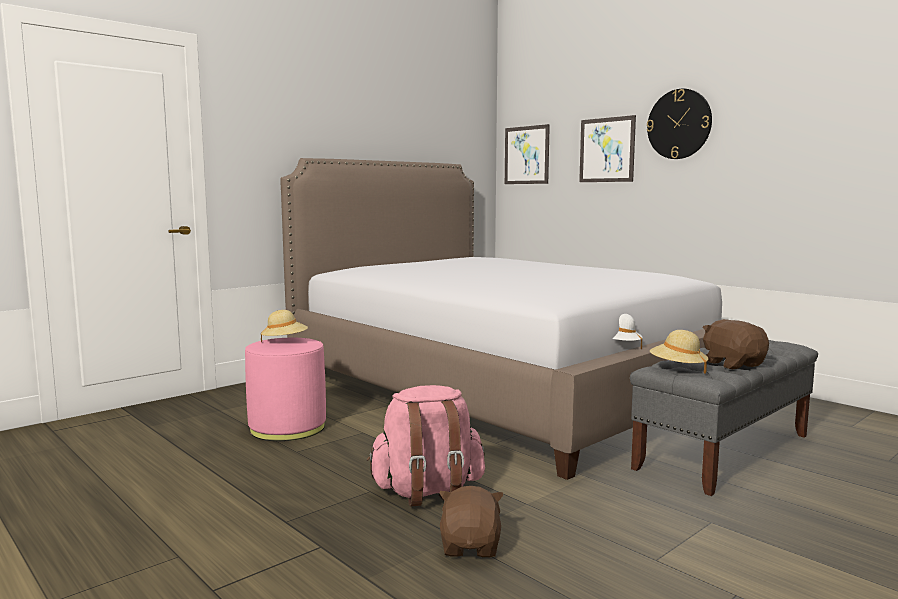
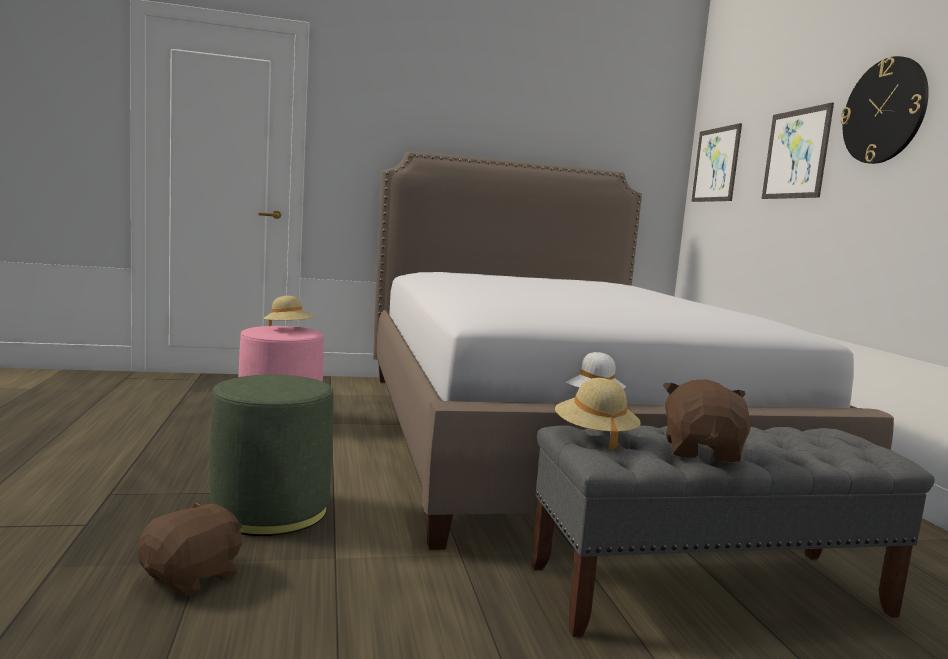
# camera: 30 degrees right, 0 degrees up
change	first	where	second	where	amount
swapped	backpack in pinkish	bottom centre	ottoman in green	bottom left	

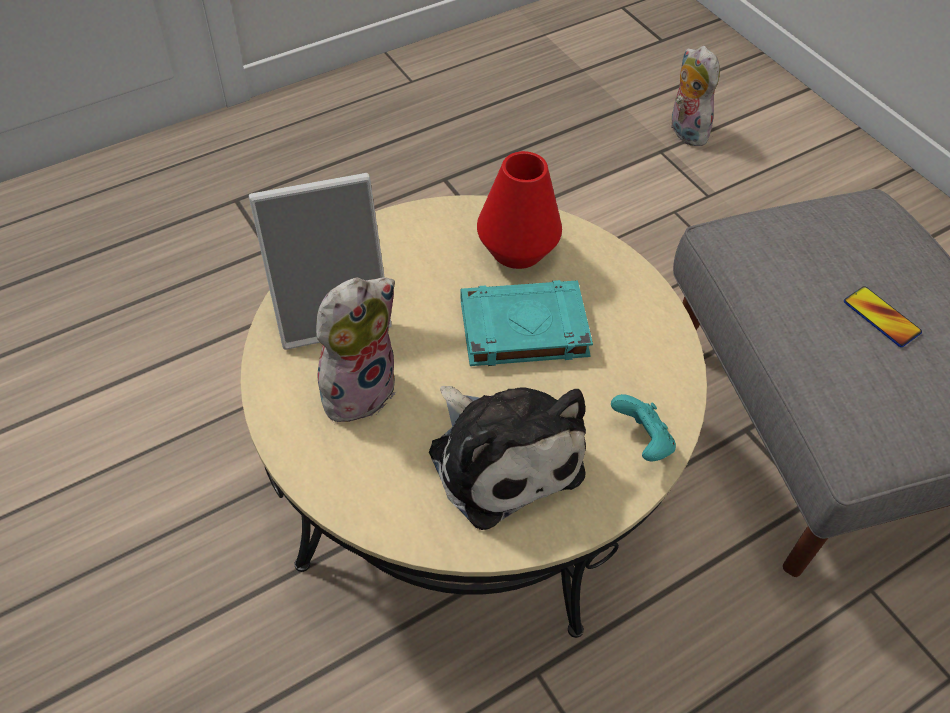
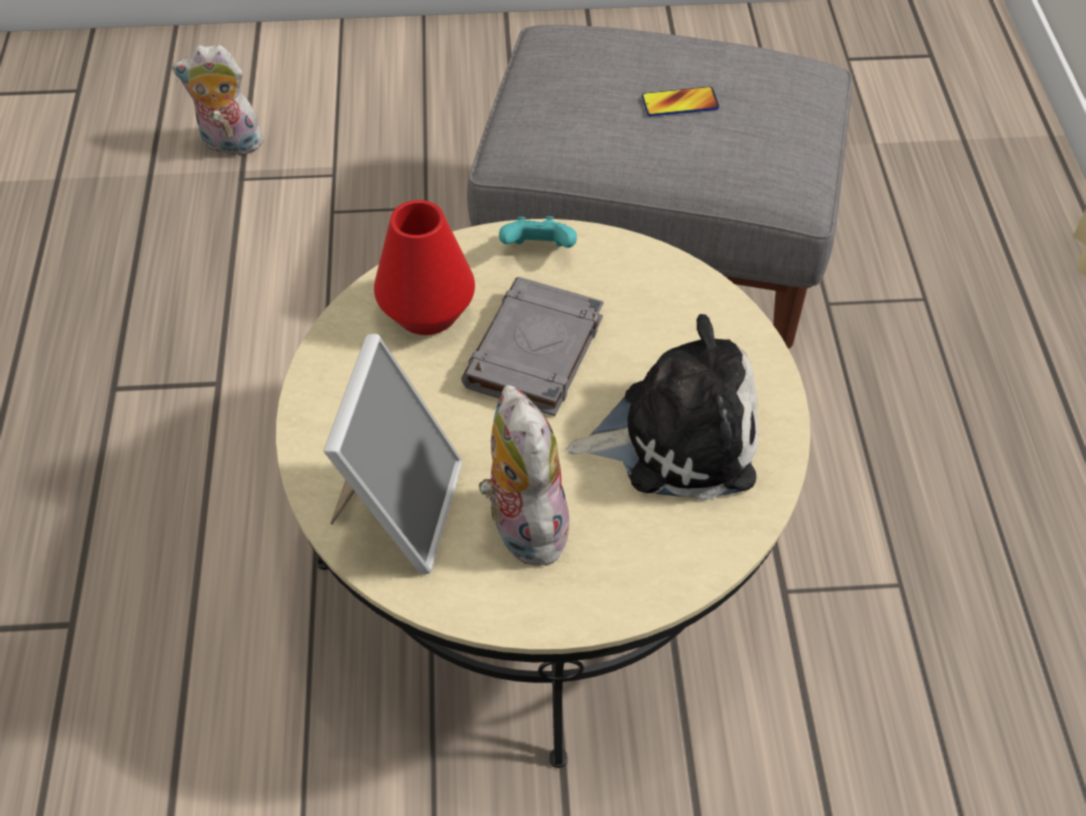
# camera: 60 degrees left, 0 degrees up
change	first	where	second	where	amount
shifted	game controller in blue-green	middle right		top centre	
repainted	volume in blue-green	centre	volume in grey	centre	

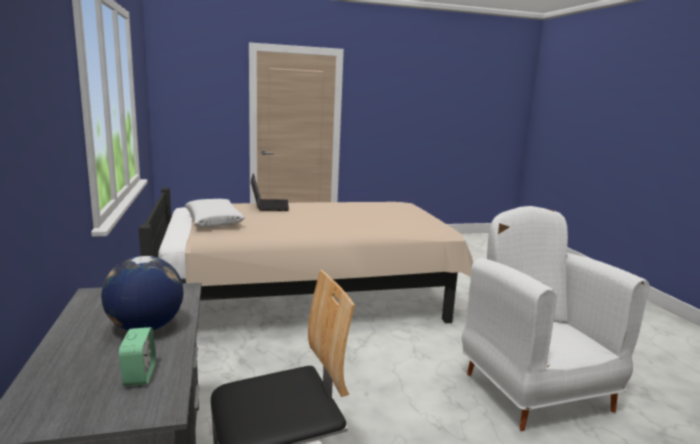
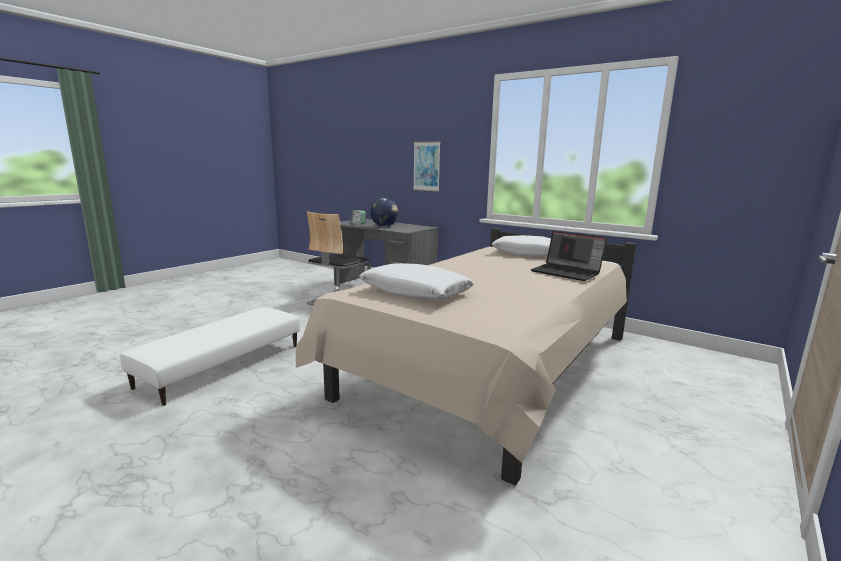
# camera: 140 degrees right, 0 degrees up
change	first	where	second	where	amount
new			cushion in whitish (no. 1 from left)	centre	
new			picture	top centre	
swapped	lounge chair in whitish	bottom right	ottoman in whitish	middle left	

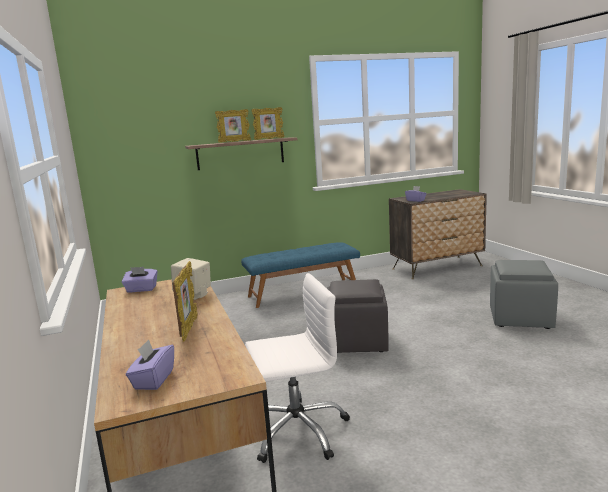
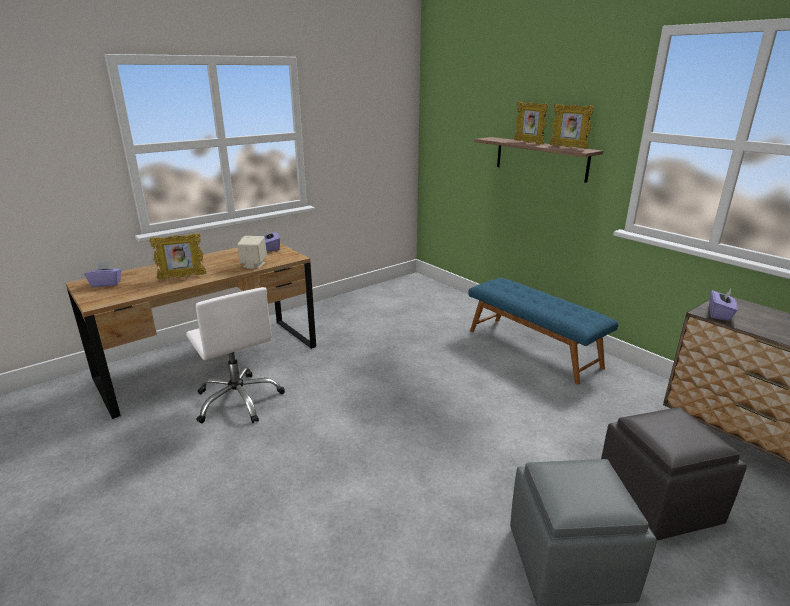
# camera: 70 degrees right, 10 degrees up
change	first	where	second	where	amount
shifted	ottoman in grey (no. 1 from left in the first image)	centre	ottoman in grey (no. 2 from left)	bottom right	

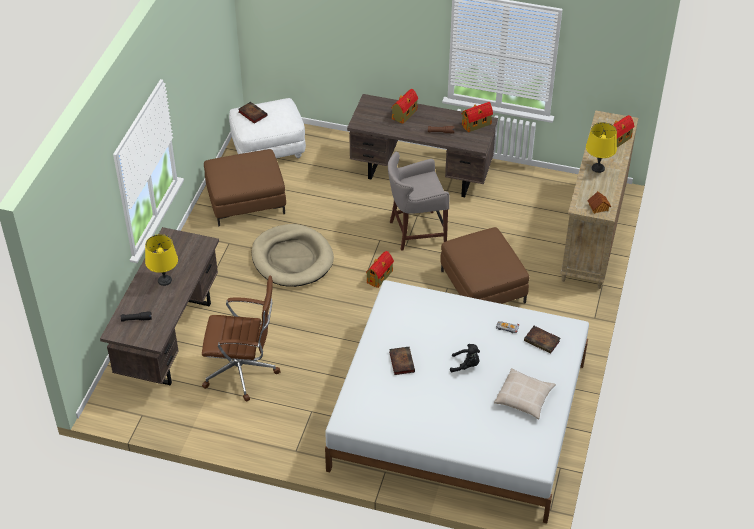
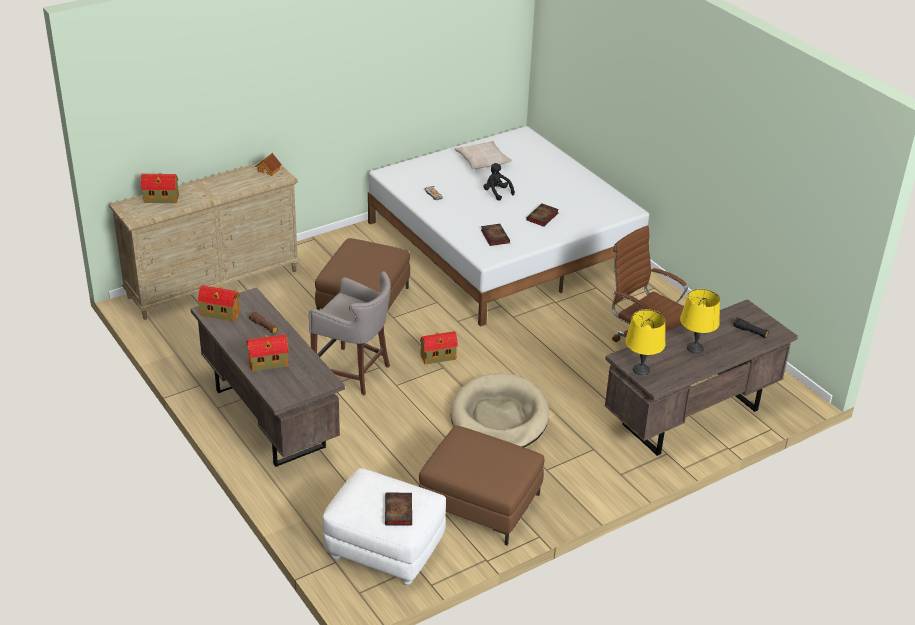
# camera: 140 degrees left, 10 degrees down
change	first	where	second	where	amount
shifted	volume (no. 3 from left in the first image)	middle right	volume (no. 2 from left)	centre	
shifted	table lamp in yellow (no. 2 from left in the first image)	top right	table lamp in yellow (no. 1 from left)	middle right	

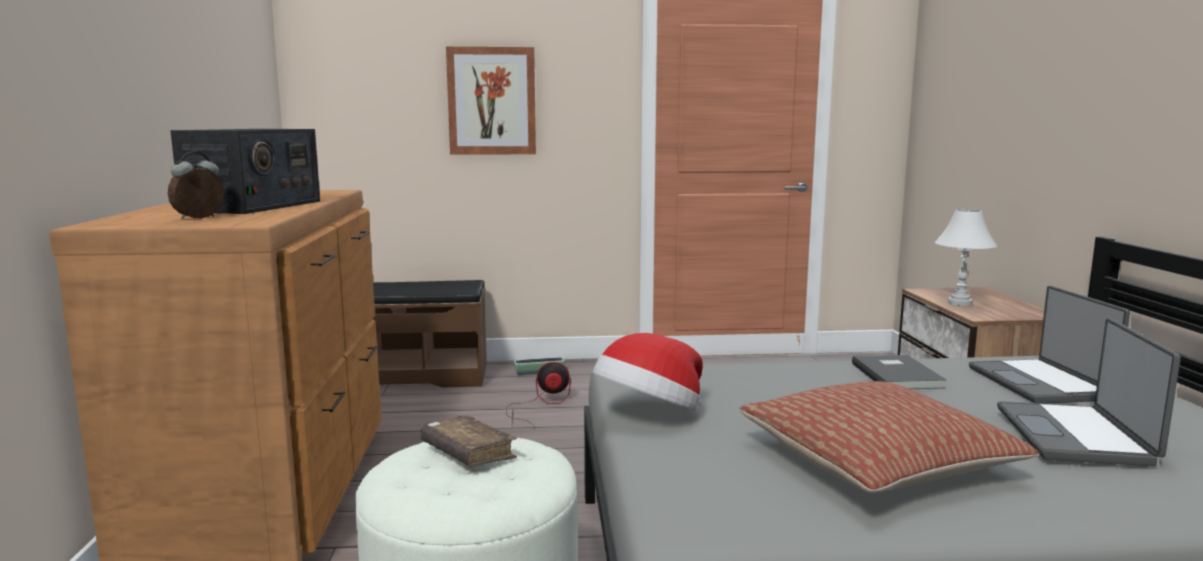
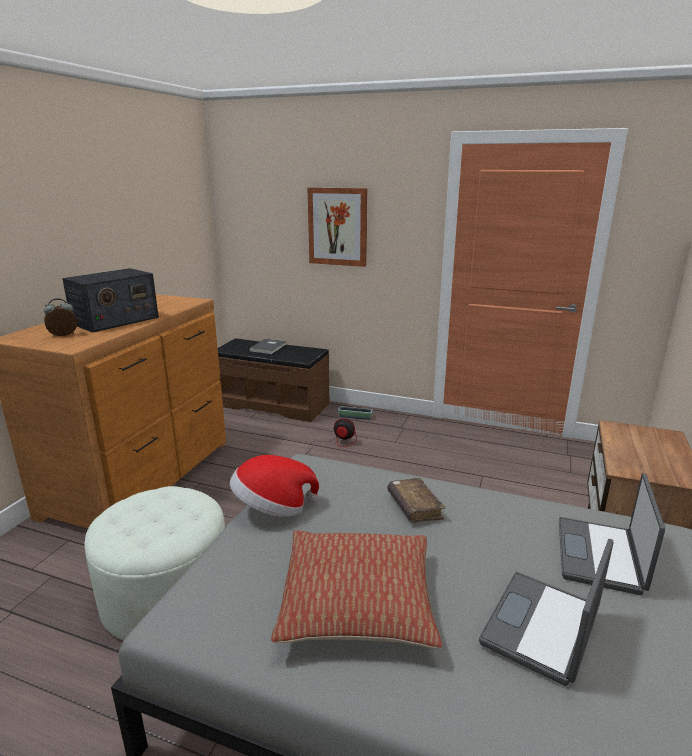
# camera: 25 degrees right, 10 degrees up
change	first	where	second	where	amount
gone	table lamp in whitish	middle right			
shifted	volume in brown-coloured	bottom centre		centre	
shifted	volume in grey	middle right		centre	

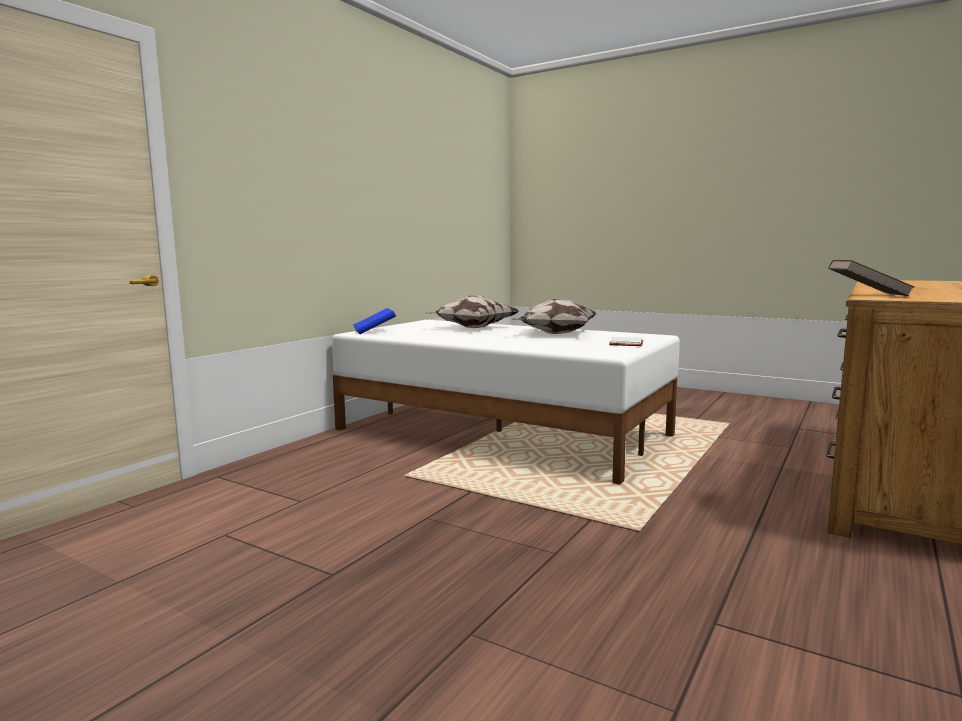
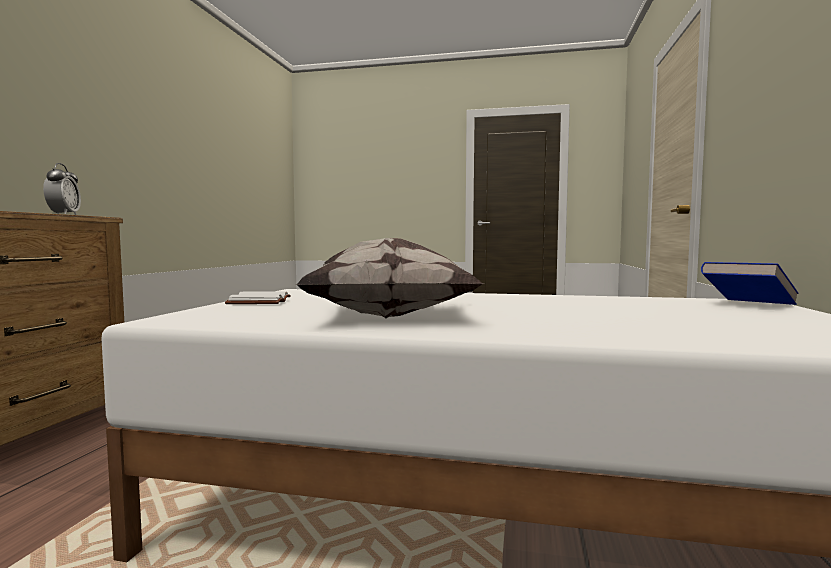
# camera: 160 degrees right, 5 degrees down
change	first	where	second	where	amount
gone	cushion (no. 1 from left)	centre			
swapped	volume in brown-coloured	middle right	bedside clock	top left	

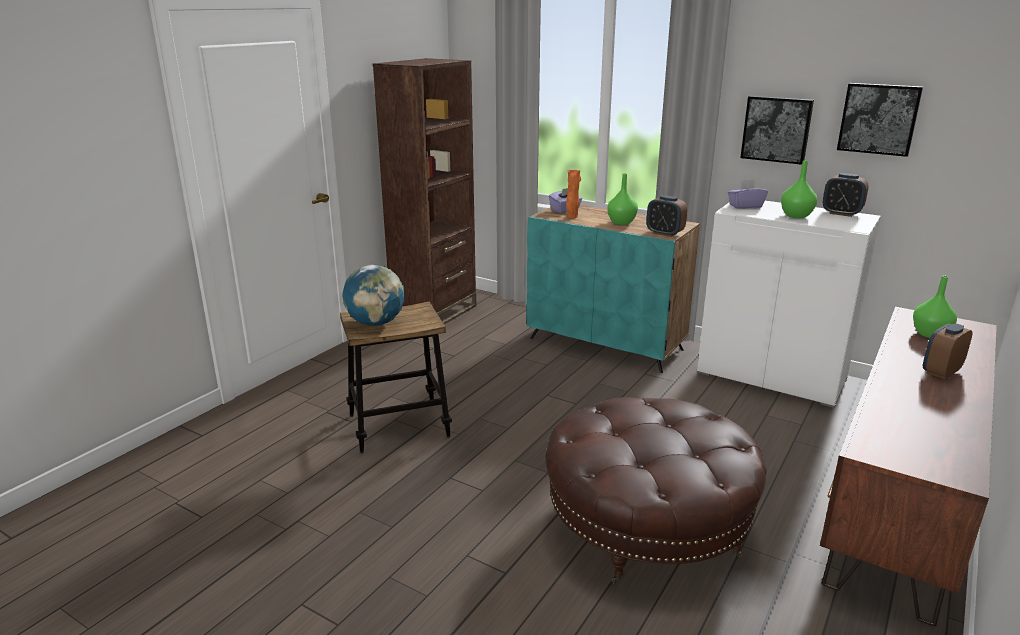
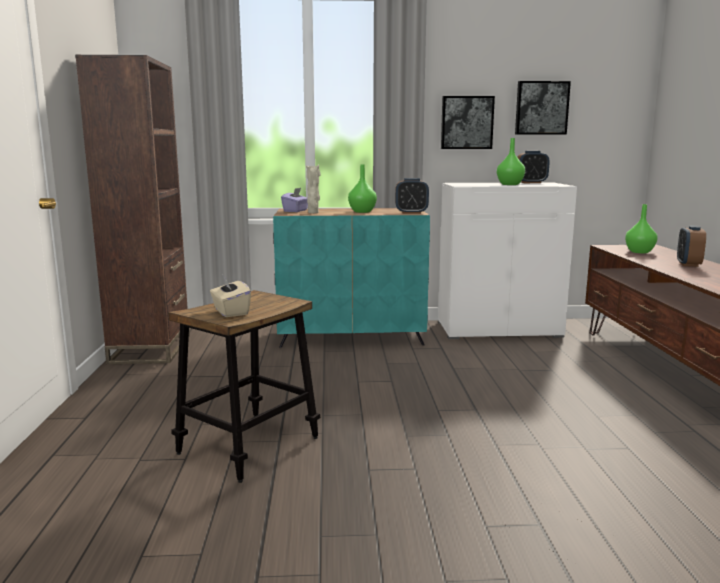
# camera: 35 degrees left, 10 degrees down
change	first	where	second	where	amount
gone	ottoman in brown-coloured	bottom centre			
gone	tissue box in purple-coloured (no. 2 from left)	top right			
swapped	globe	centre	tissue box in sand-coloured	middle left	
repainted	decorative vase in orange-coloured	top centre	decorative vase in sand-coloured	top centre	

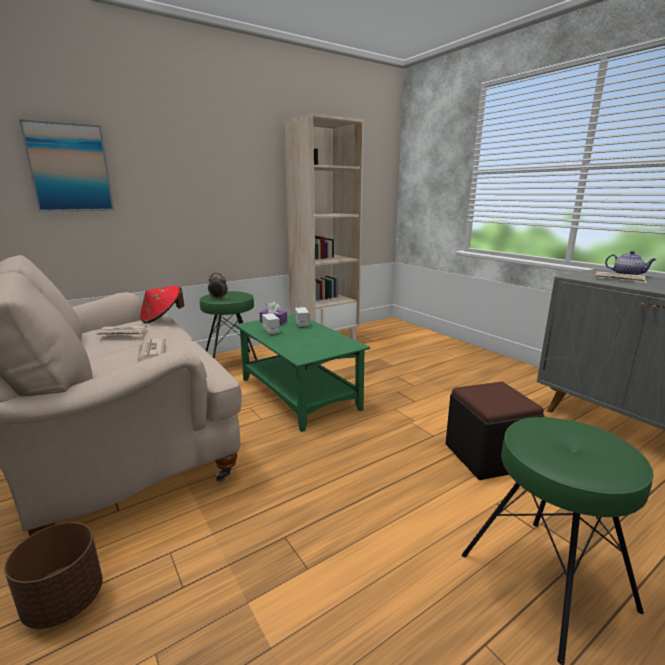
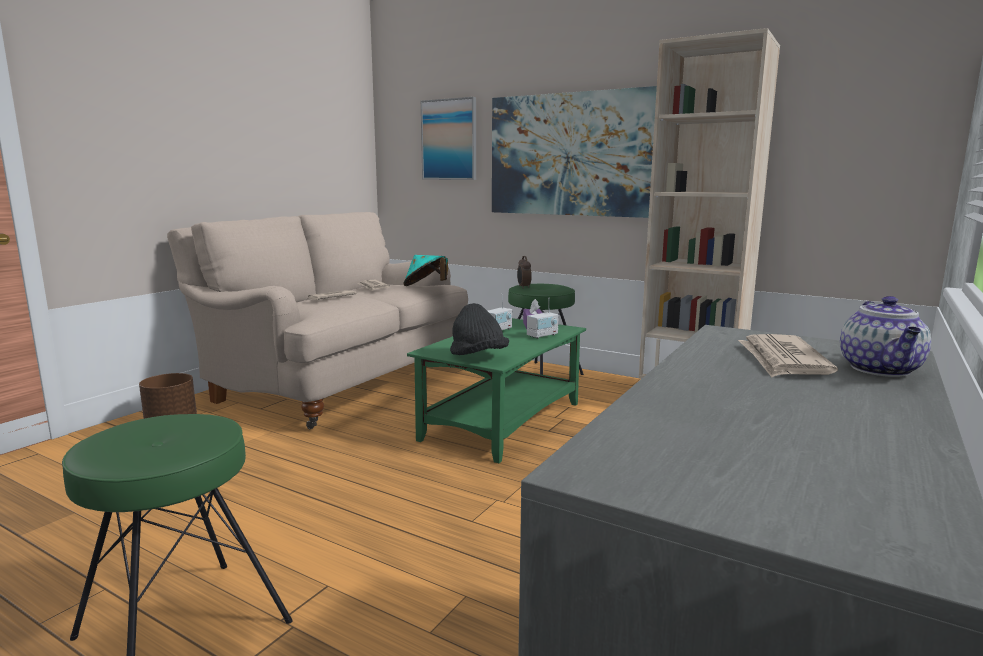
# camera: 65 degrees right, 5 degrees down
change	first	where	second	where	amount
gone	ottoman in black-coloured	middle right			
new			hat in black-coloured	centre	
new			picture (no. 2 from left)	top centre	
repainted	hat in reddish	middle left	hat in blue-green	centre	

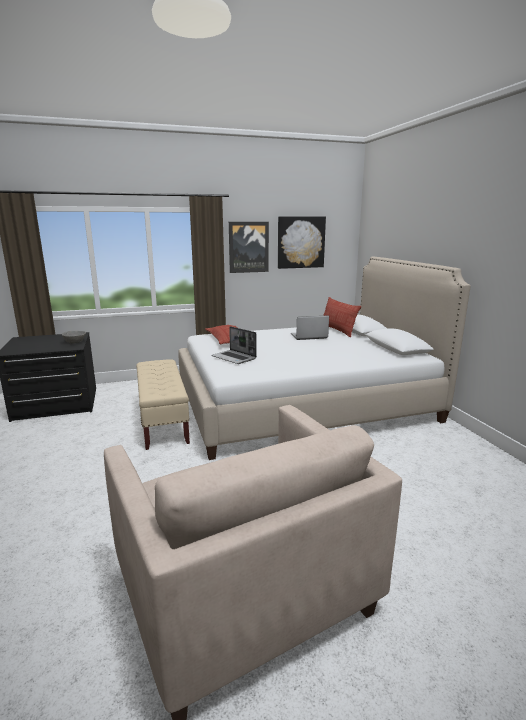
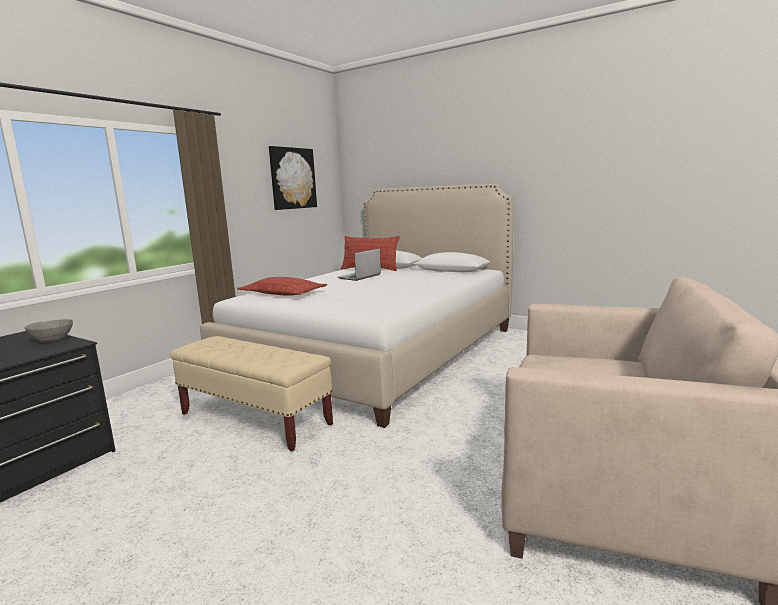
# camera: 40 degrees left, 5 degrees down
change	first	where	second	where	amount
gone	portable computer (no. 1 from left)	centre			
gone	picture (no. 1 from left)	centre			

